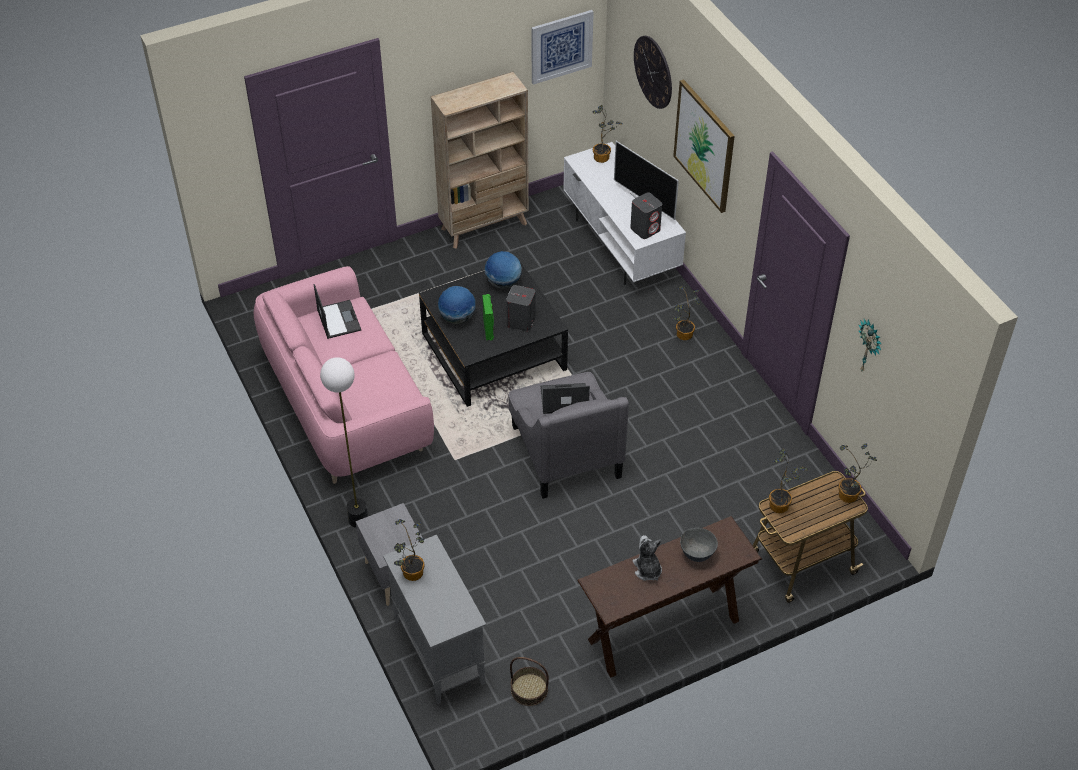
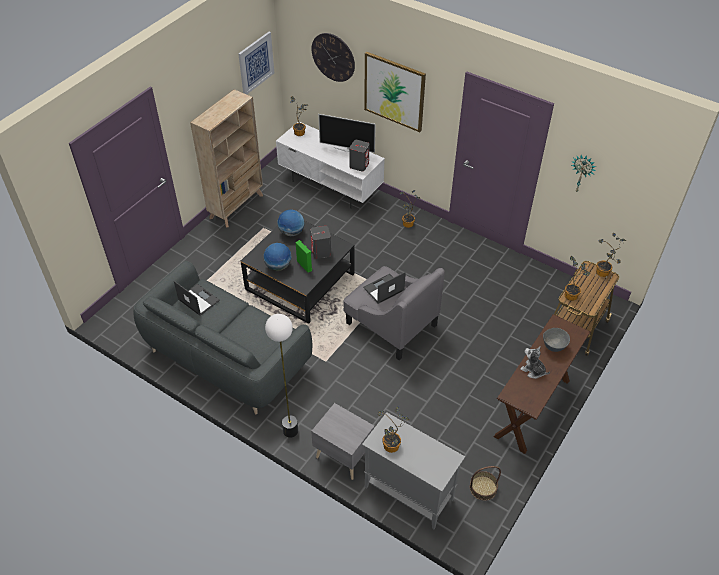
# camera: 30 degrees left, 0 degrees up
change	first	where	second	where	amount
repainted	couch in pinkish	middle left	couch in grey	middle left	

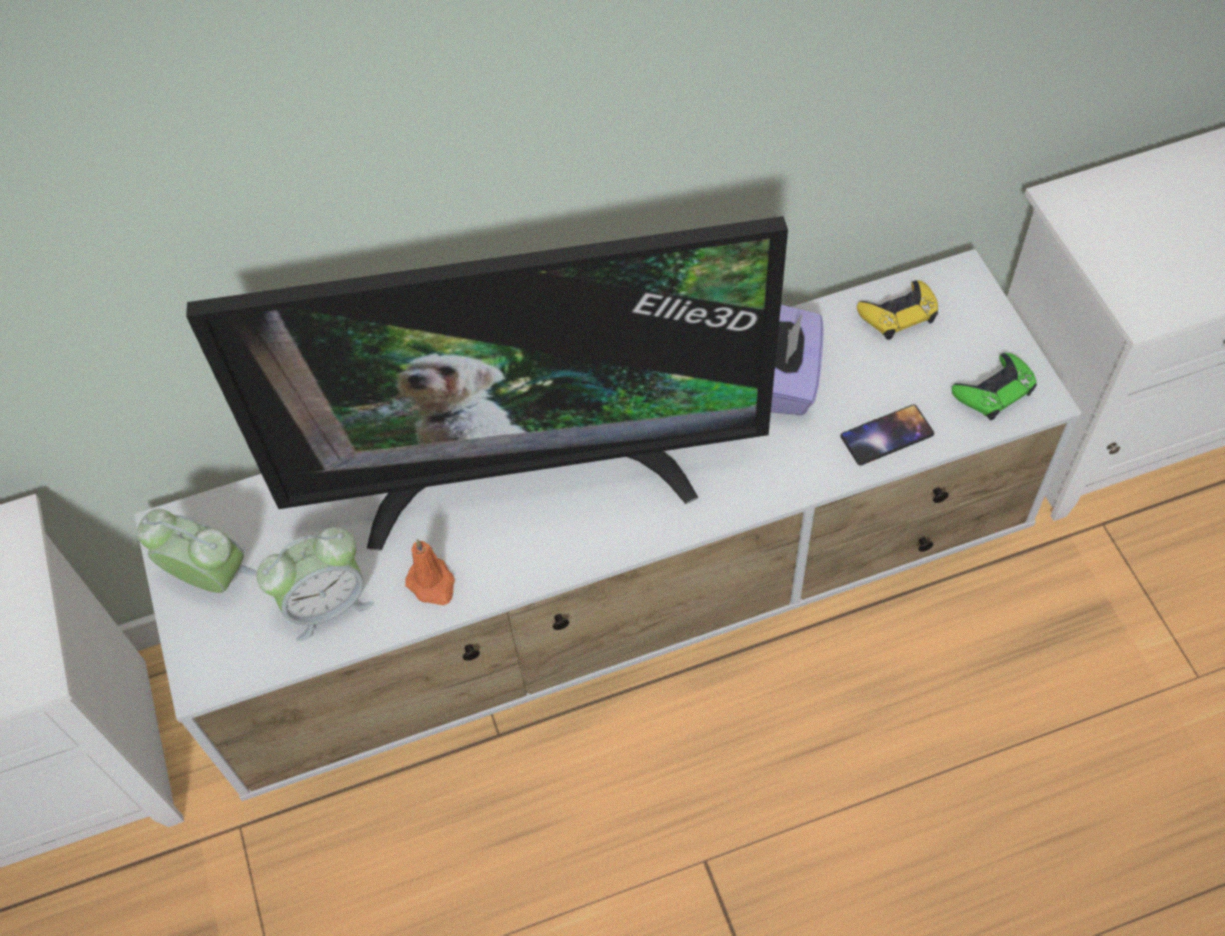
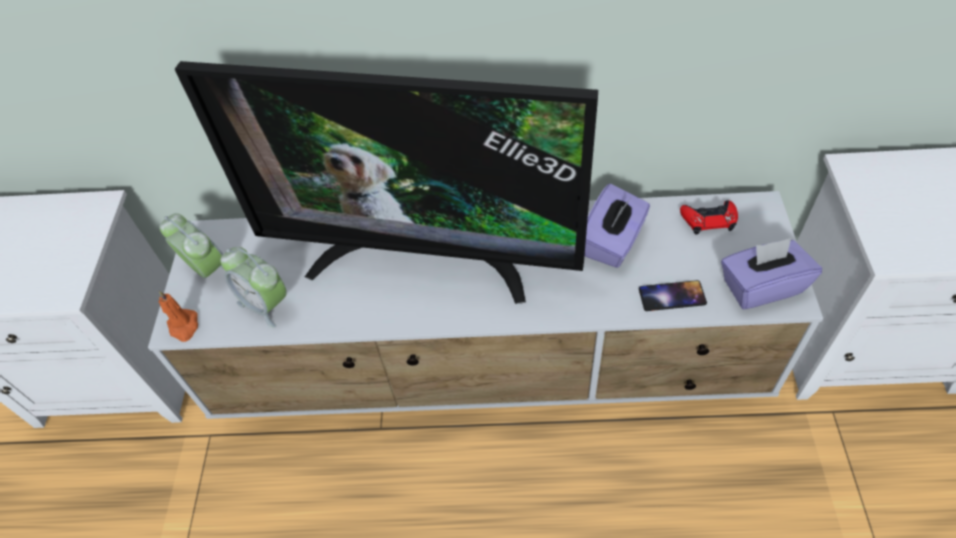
# camera: 20 degrees right, 5 degrees down
change	first	where	second	where	amount
shifted	candle in orange-coloured	centre		middle left	
swapped	game controller in green	middle right	tissue box in purple-coloured (no. 2 from left)	middle right	
repainted	game controller in yellow	top right	game controller in reddish	middle right	
rotated	bedside clock (no. 2 from left)	middle left		middle left	45 degrees clockwise

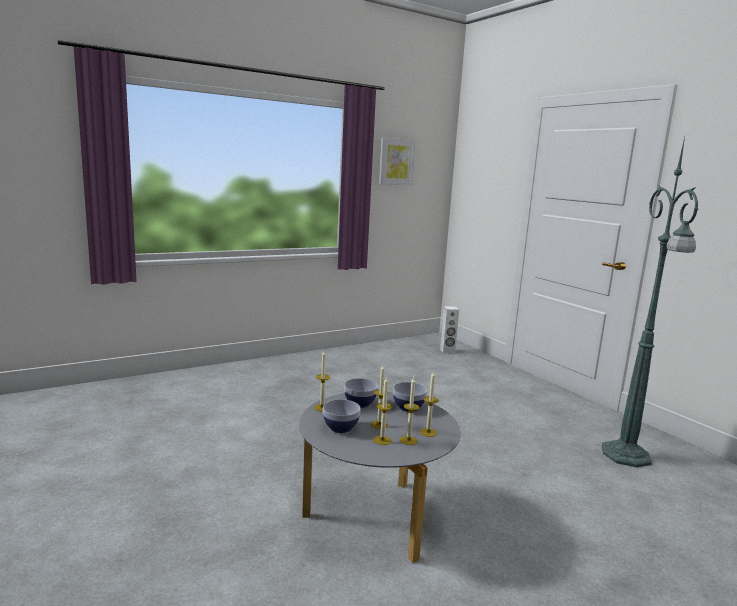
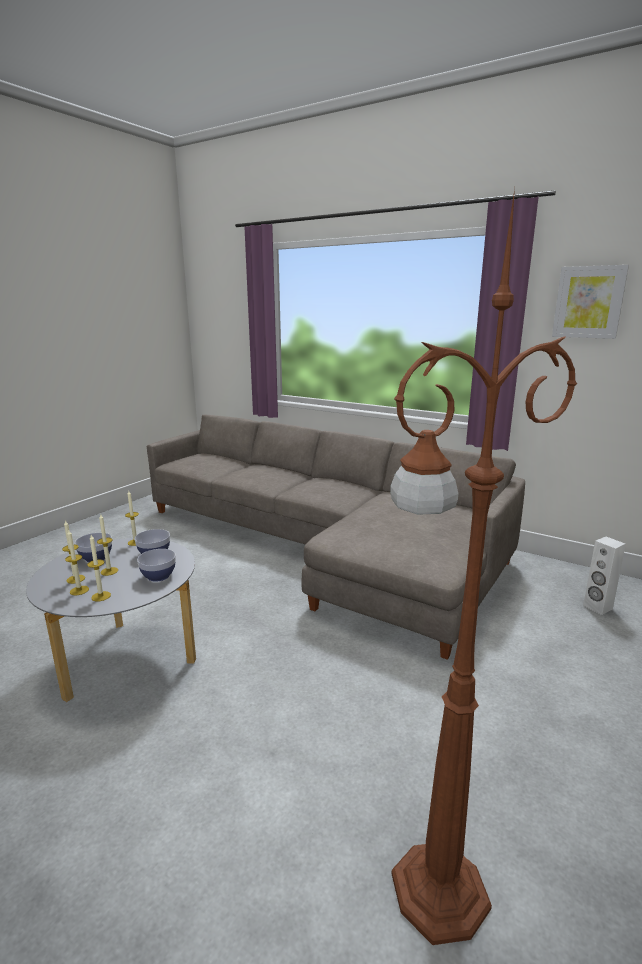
# camera: 65 degrees right, 5 degrees up
change	first	where	second	where	amount
new			couch in grey	centre	
repainted	standard lamp in green	middle right	standard lamp in brown-coloured	middle right	

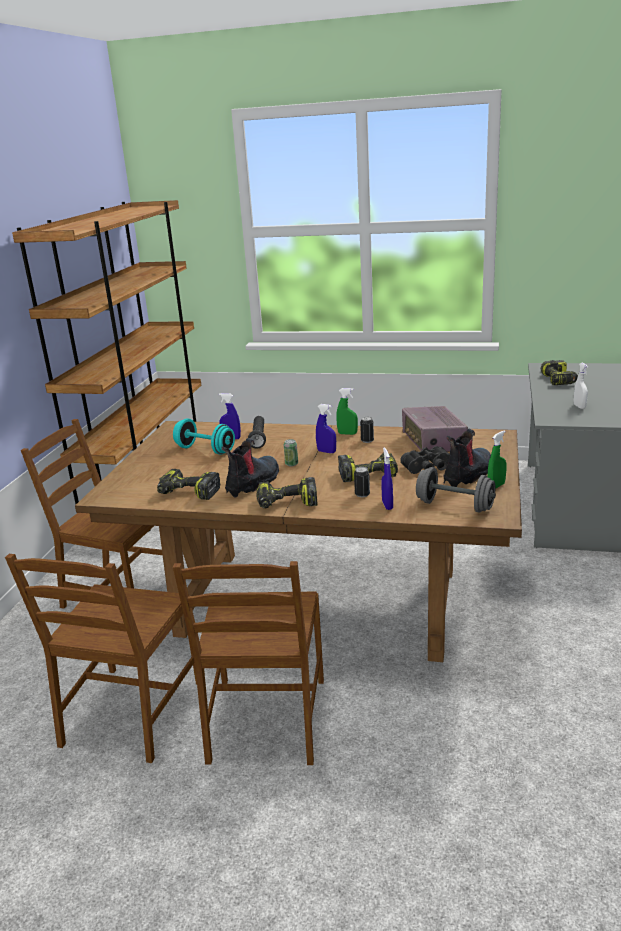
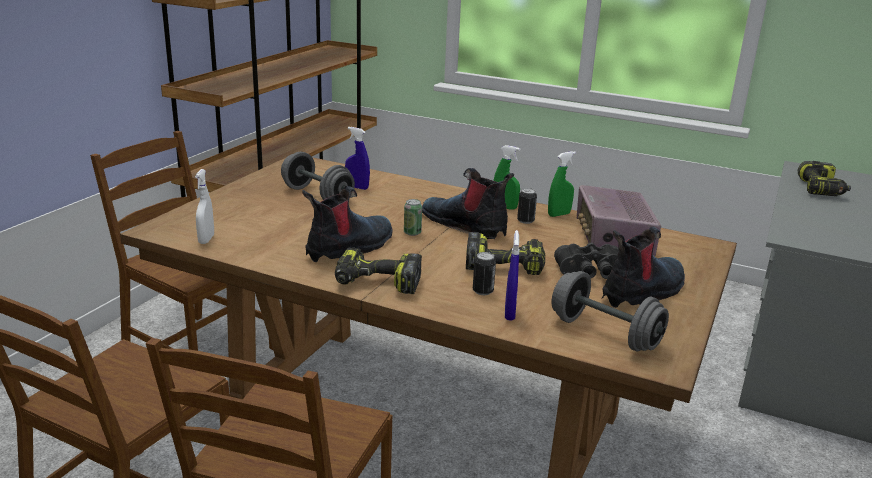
# camera: 10 degrees right, 0 degrees up
change	first	where	second	where	amount
gone	power drill (no. 1 from left)	middle left			
gone	torch in black-coloured	centre			
shifted	hand sprayer in green (no. 2 from left)	middle right		centre	
shifted	hand sprayer in whitish	middle right		middle left	
swapped	hand sprayer in blue (no. 2 from left)	centre	tall boot (no. 2 from left)	centre	
repainted	dumbbell in blue-green	middle left	dumbbell in grey (no. 1 from left)	centre	

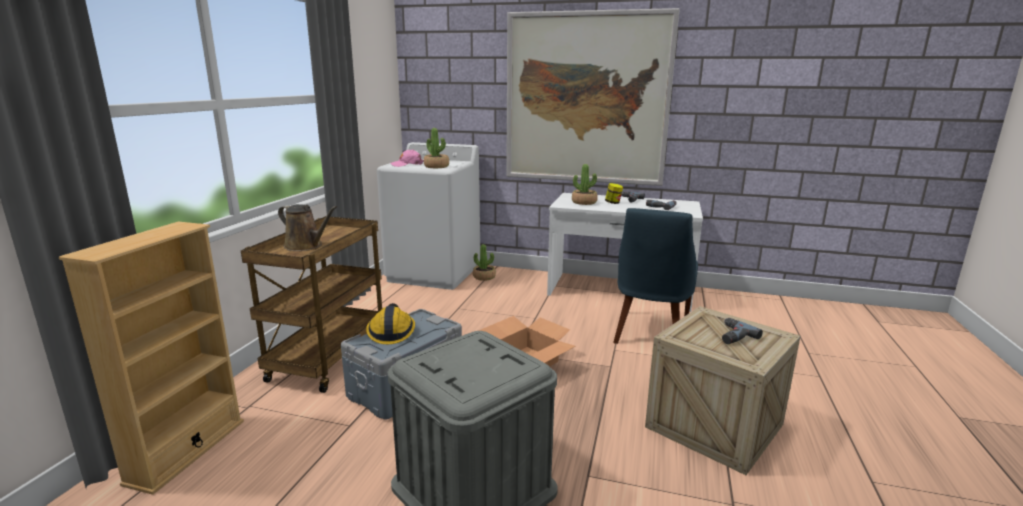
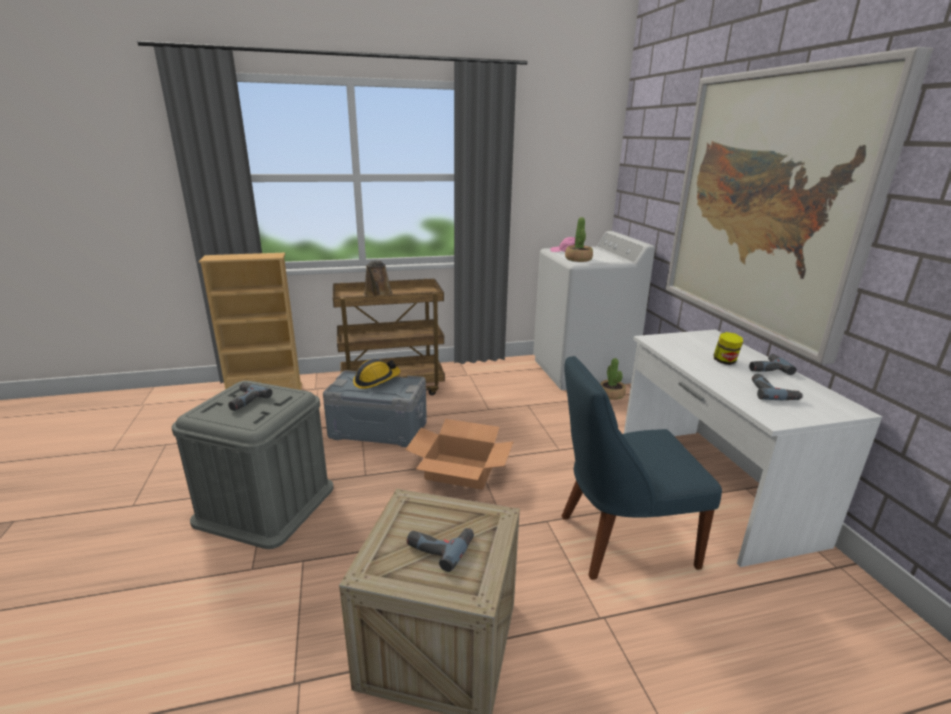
# camera: 60 degrees right, 5 degrees up
change	first	where	second	where	amount
gone	houseplant (no. 3 from left)	centre			
new			power drill (no. 1 from left)	middle left	

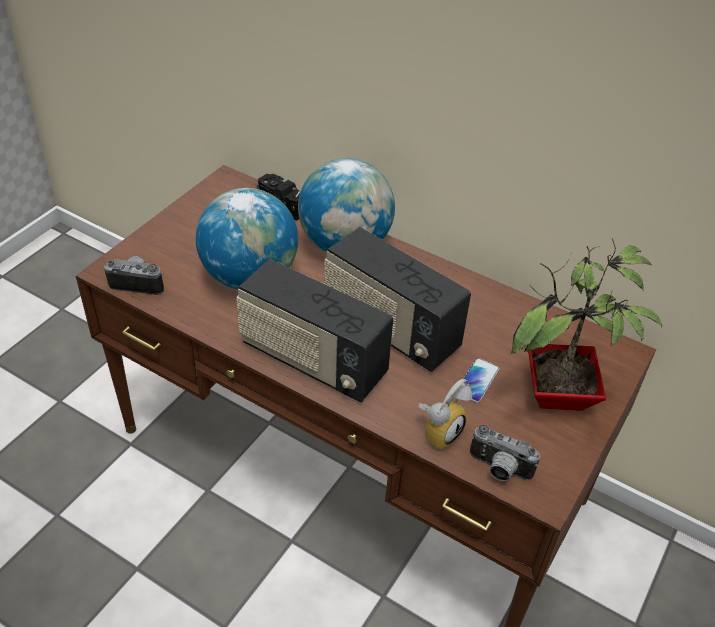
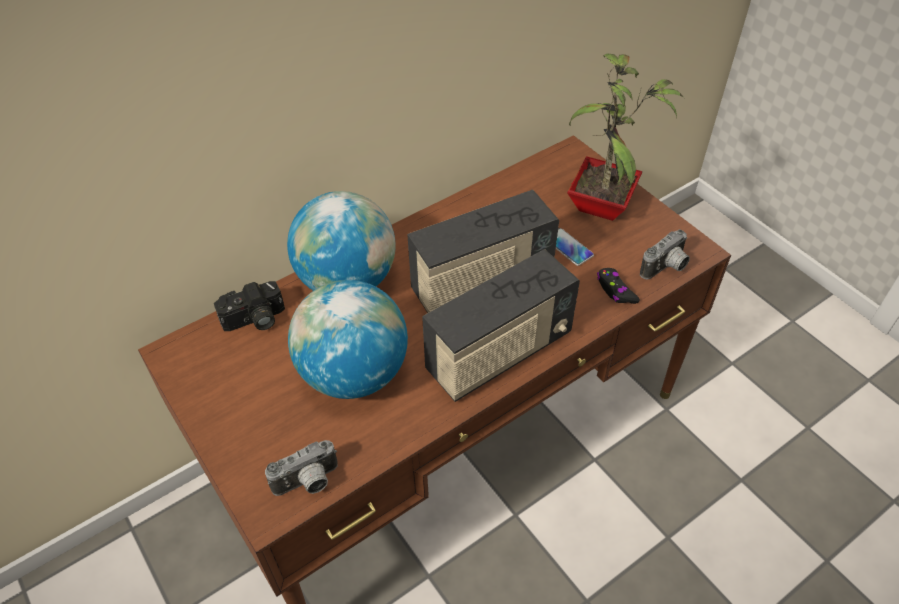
# camera: 65 degrees left, 5 degrees up
change	first	where	second	where	amount
swapped	bedside clock	centre	game controller in black-coloured	middle right	
rotated	photo camera (no. 1 from left in the first image)	middle left	photo camera (no. 2 from left)	bottom centre	150 degrees counterclockwise

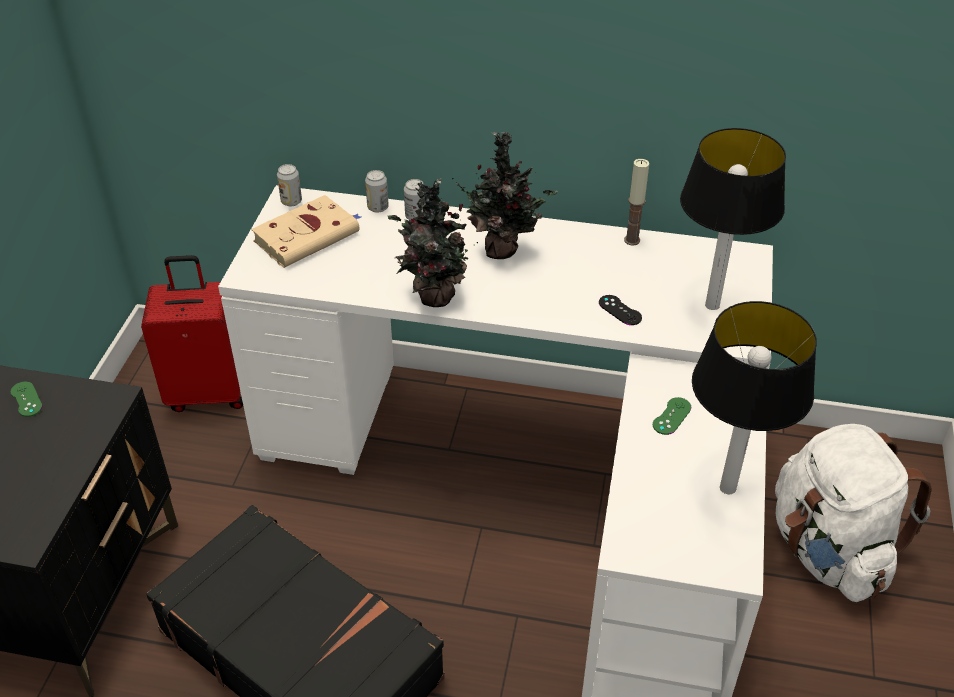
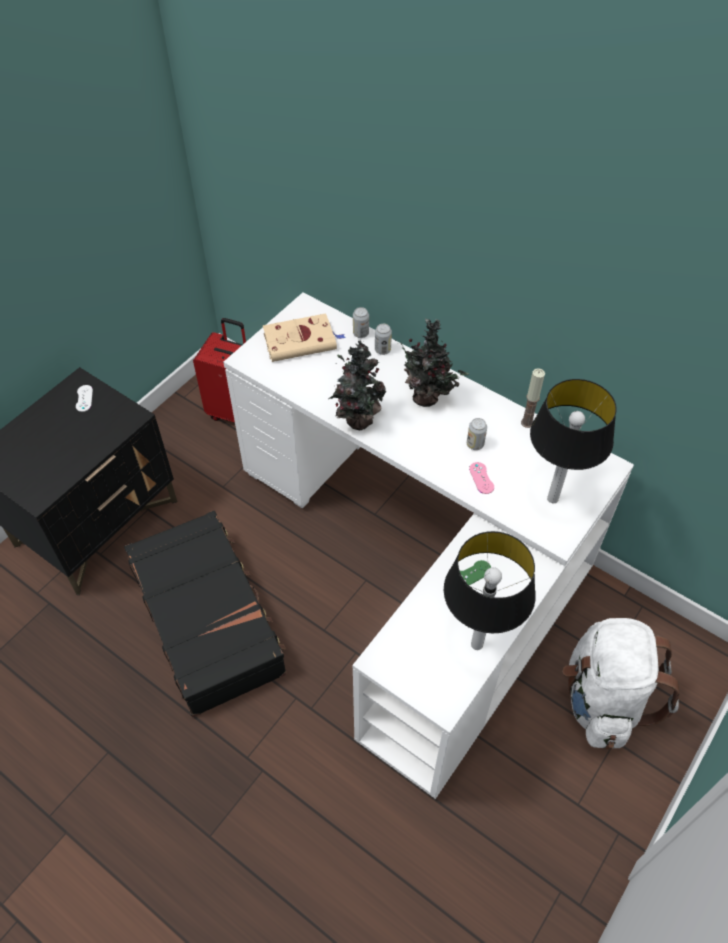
# camera: 25 degrees right, 10 degrees up
change	first	where	second	where	amount
shifted	sealed can (no. 1 from left in the first image)	top left	sealed can (no. 3 from left)	centre	
repainted	game controller in green (no. 1 from left)	middle left	game controller in whitish	middle left	
repainted	game controller in black-coloured	centre	game controller in pinkish	centre	

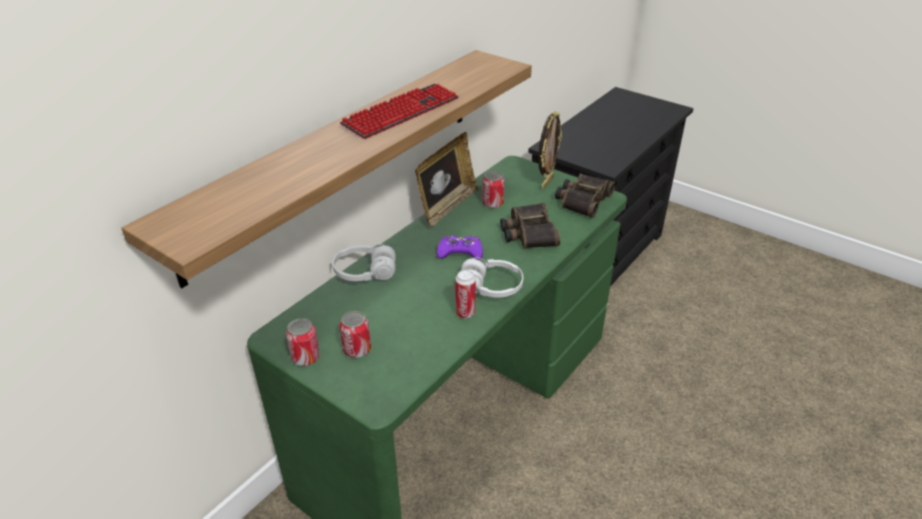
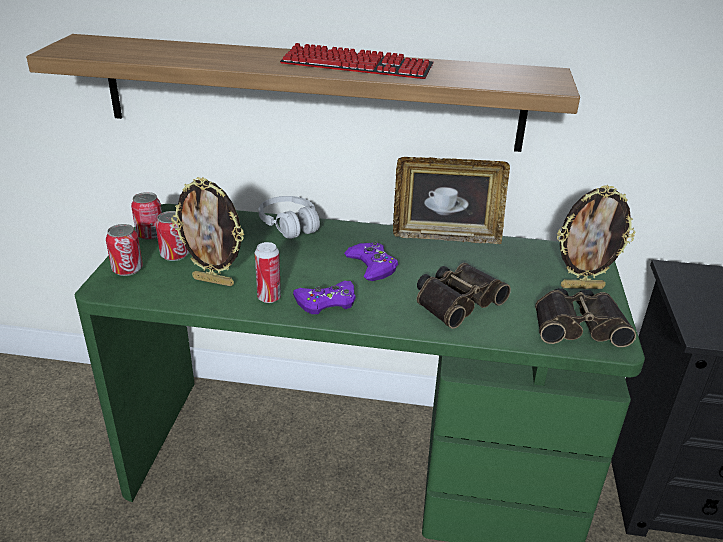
# camera: 60 degrees right, 5 degrees down
change	first	where	second	where	amount
new			picture frame (no. 1 from left)	middle left	
shifted	sealed can (no. 4 from left in the first image)	centre	sealed can (no. 1 from left)	middle left	
swapped	pair of headphones in whitish (no. 2 from left)	centre	game controller in purple-coloured (no. 1 from left)	centre	

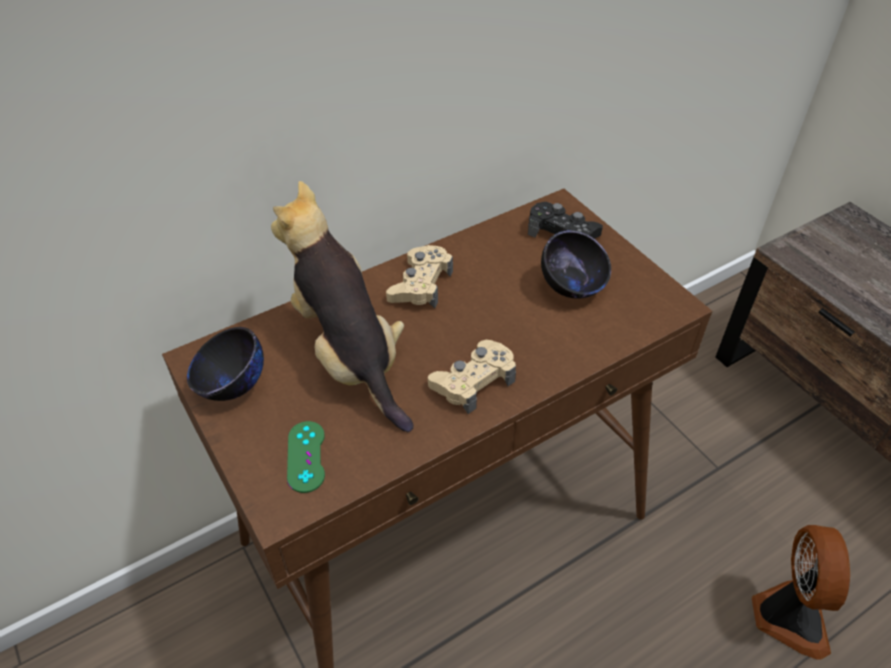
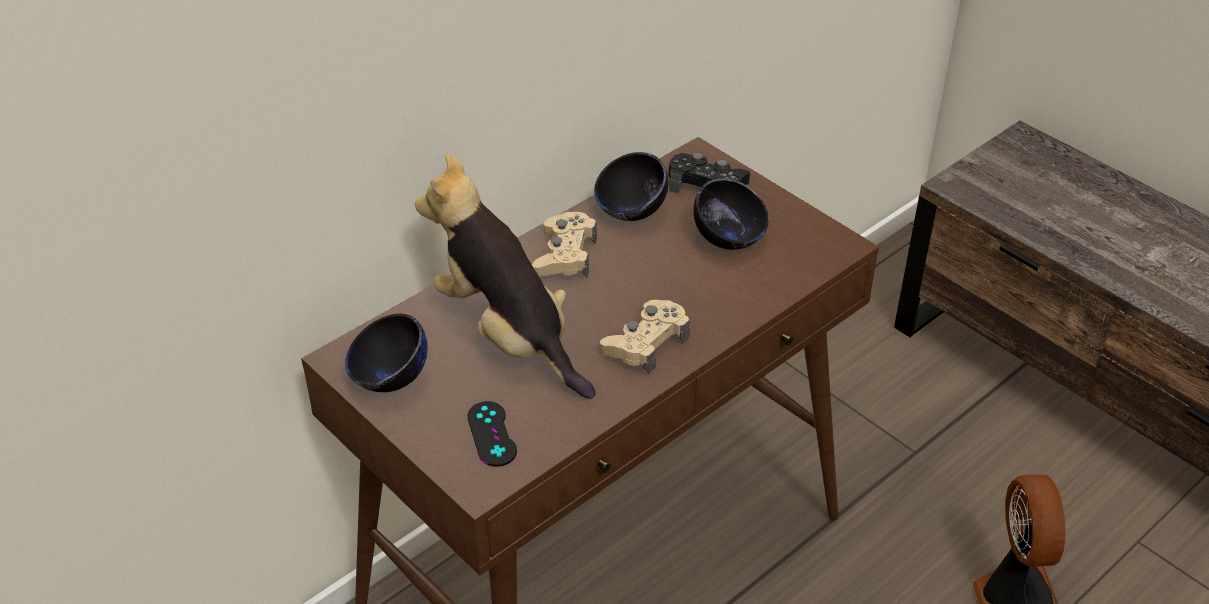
# camera: 10 degrees left, 5 degrees down
change	first	where	second	where	amount
new			serving bowl in black-coloured (no. 2 from left)	top centre	
repainted	game controller in green	bottom centre	game controller in black-coloured (no. 1 from left)	bottom centre	

